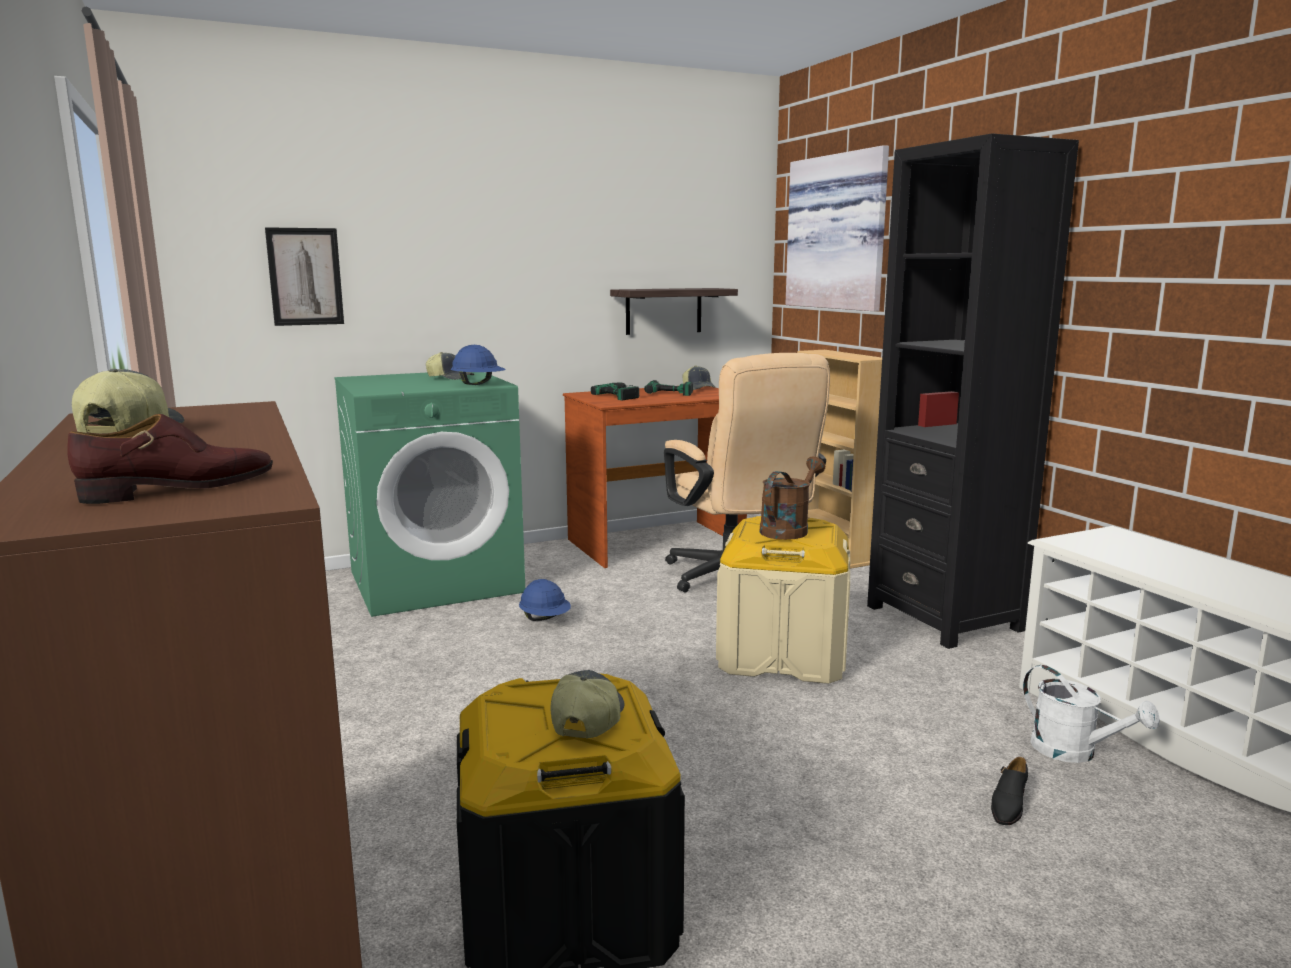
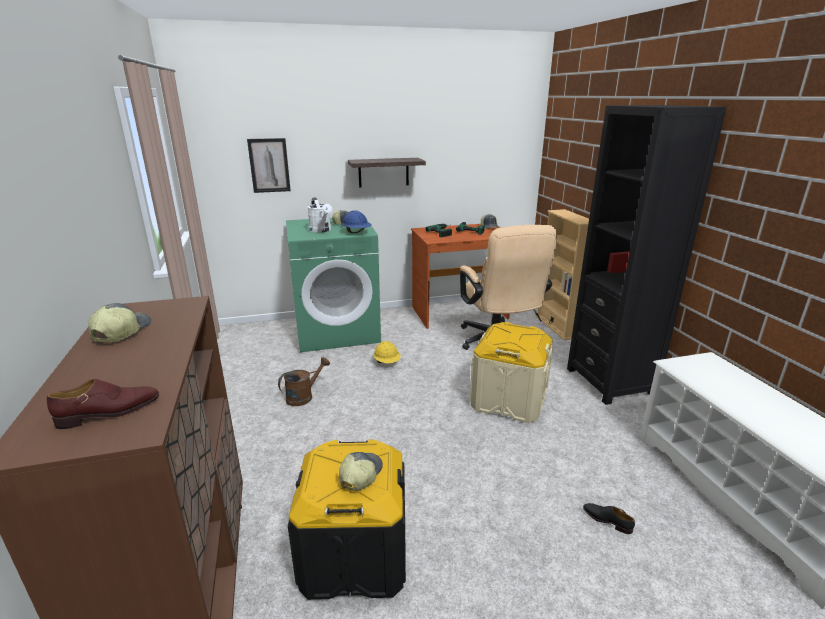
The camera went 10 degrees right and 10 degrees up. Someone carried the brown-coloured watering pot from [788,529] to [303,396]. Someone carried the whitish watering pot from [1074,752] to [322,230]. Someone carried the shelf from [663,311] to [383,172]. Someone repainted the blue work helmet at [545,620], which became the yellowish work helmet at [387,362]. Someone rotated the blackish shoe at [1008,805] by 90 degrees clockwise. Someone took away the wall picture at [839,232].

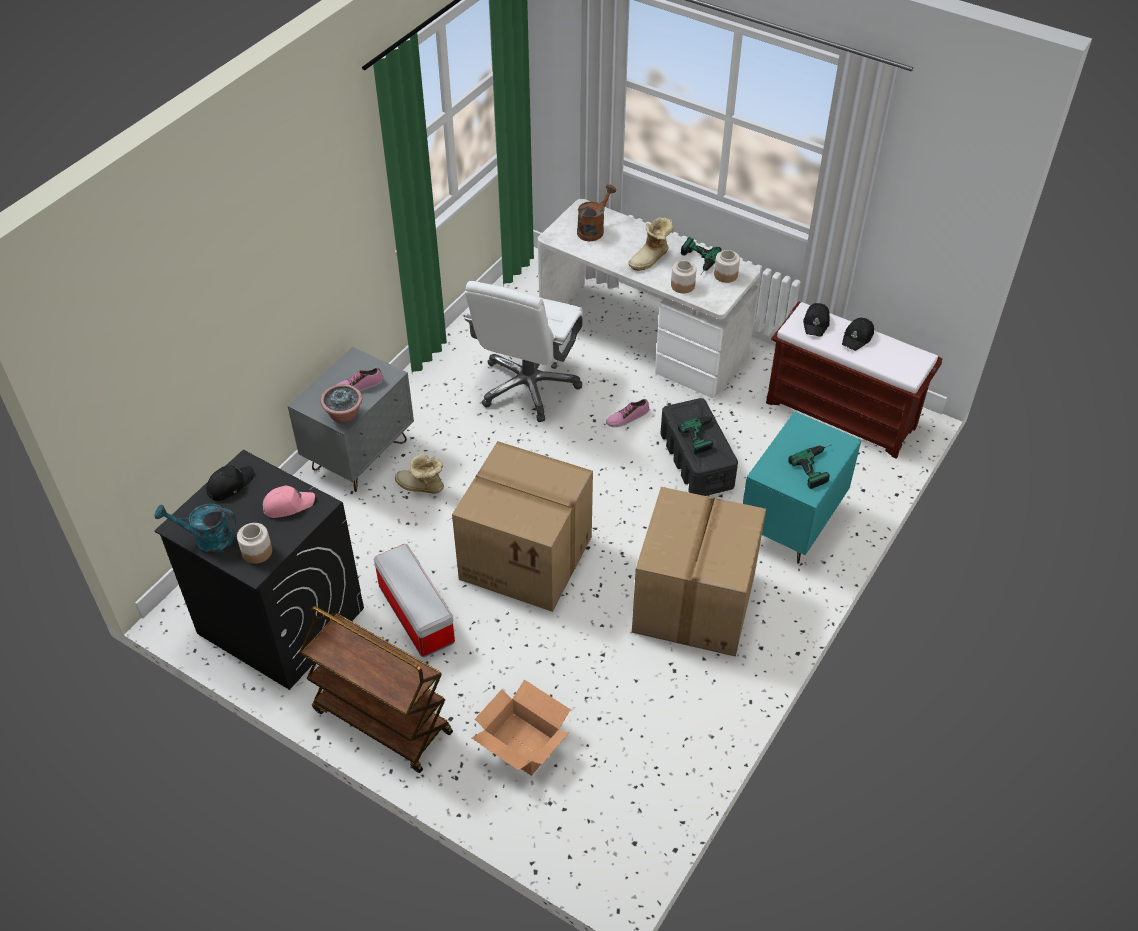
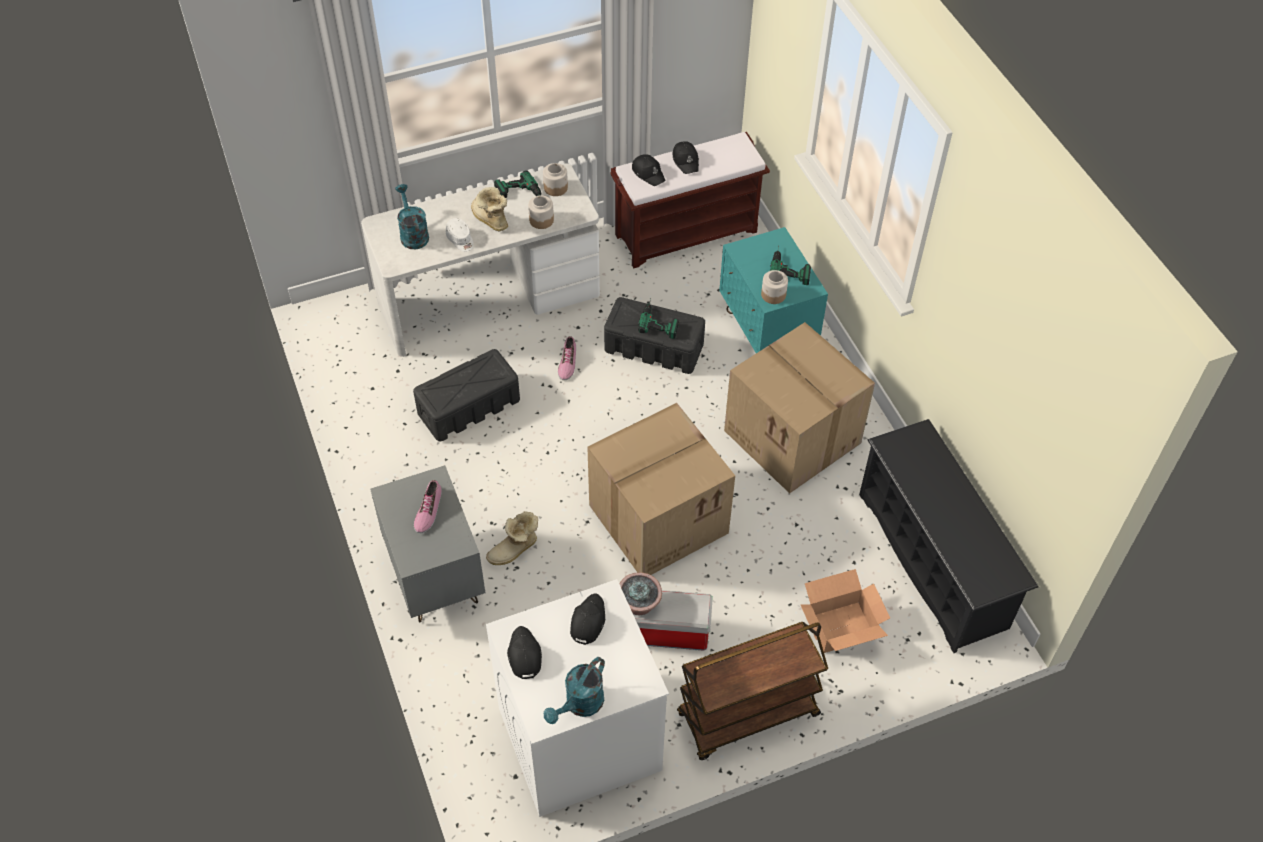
The camera went 55 degrees left and 5 degrees up. Someone repainted the brown-coloured watering pot at [593,229], which became the blue-green watering pot at [412,234]. Someone swapped the whitish office chair at [528,386] for the blackish storage container at [468,407]. Someone put down the whitish cap at [460,240]. Someone rotated the tall boot at [651,259] by 150 degrees clockwise. Someone repainted the blackish laundry appliance at [280,620], which became the whitish laundry appliance at [578,740]. Someone repainted the pinkish cap at [288,505], which became the blackish cap at [587,621]. Someone carried the houseplant from [344,416] to [639,605]. Someone carried the storage jar from [256,552] to [773,295]. Someone put down the blackish shoe stand at [932,561].

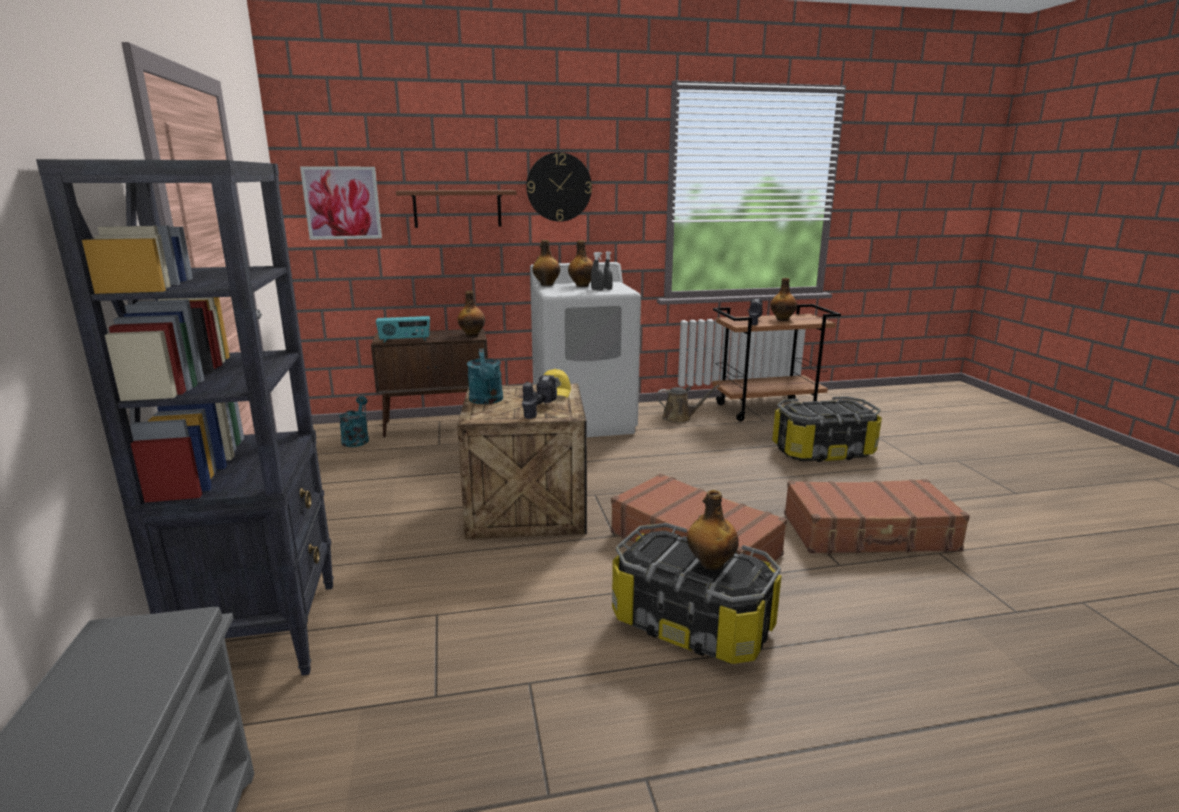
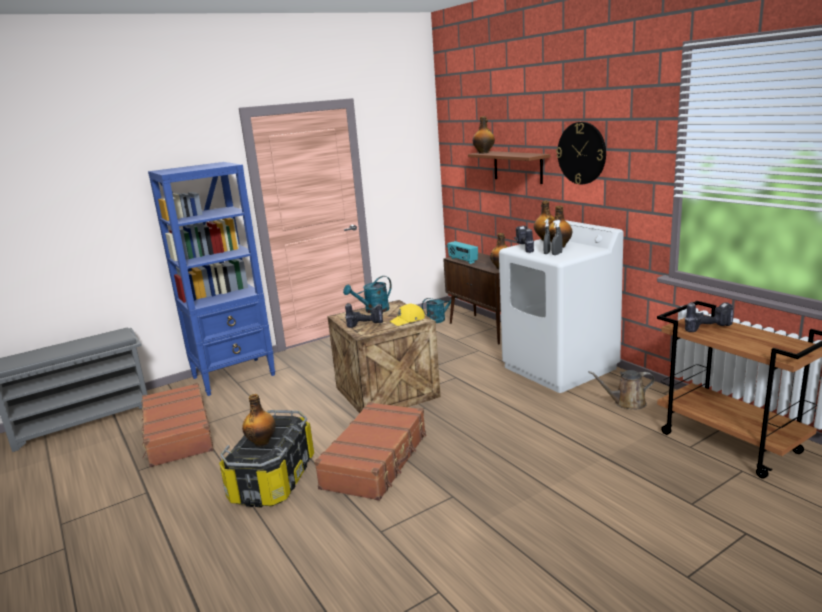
The camera went 70 degrees right and 0 degrees up. Someone carried the brown-coloured suitcase from [869,533] to [177,434]. Someone repainted the blackish bookcase at [264,631], which became the blue bookcase at [234,376]. Someone carried the bottle from [782,319] to [484,152]. Someone put down the drill at [524,248]. Someone rotated the brown-coloured watering pot at [680,418] by 105 degrees clockwise. Someone took away the wall picture at [342,203]. Someone took away the storage container at [822,451].

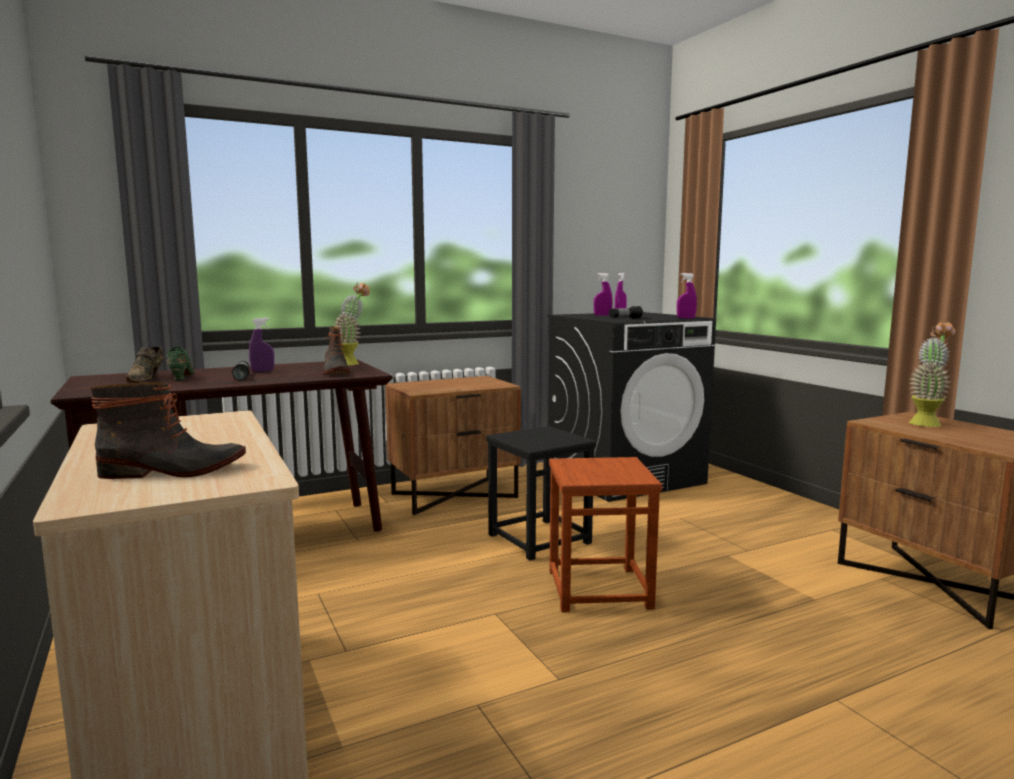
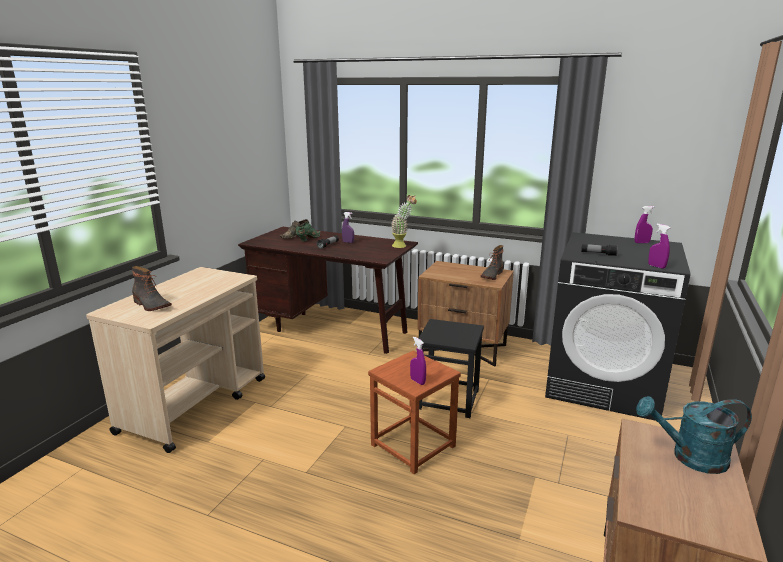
The camera went 50 degrees right and 10 degrees up. Someone carried the purple sprayer from [602,315] to [417,381]. Someone carried the tall boot from [335,372] to [491,275]. Someone swapped the houseplant at [926,423] for the blue-green watering pot at [690,458].

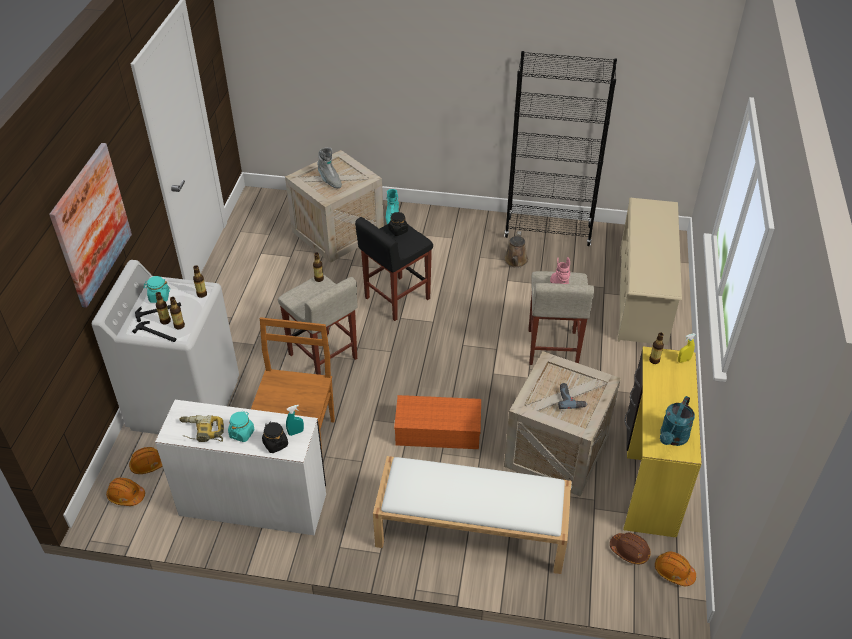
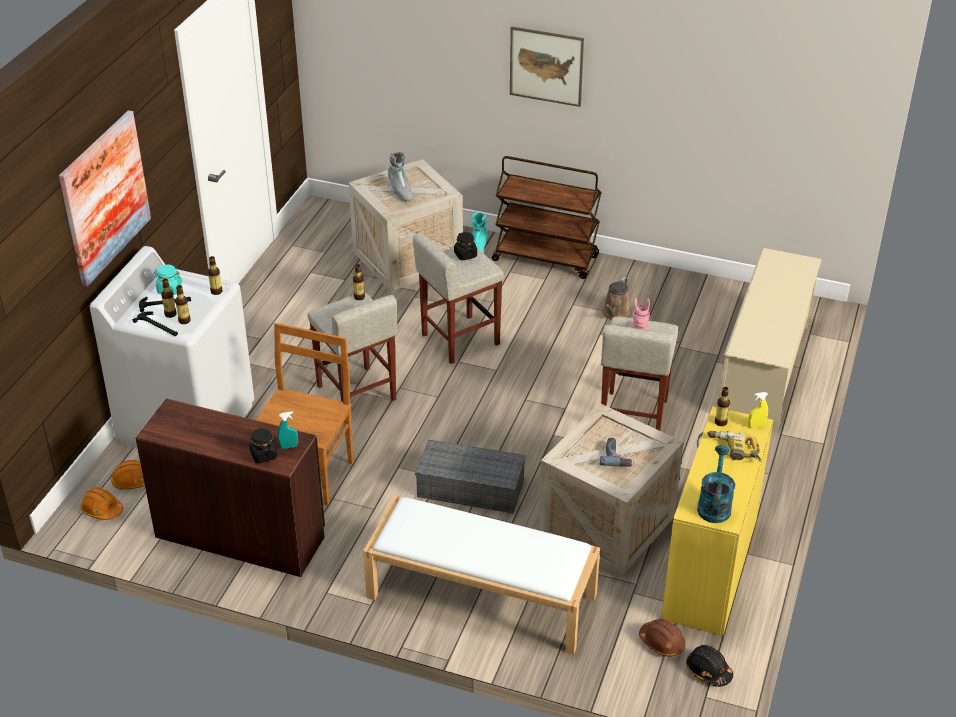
The camera went 10 degrees right and 5 degrees down. Someone repainted the whitish desk at [253,503], which became the brown-coloured desk at [240,535]. Someone repainted the blackish sitting stool at [396,298], which became the beige sitting stool at [459,339]. Someone repainted the orange-coloured storage container at [436,431], which became the greyish storage container at [469,488]. Someone put down the brown-coloured trolley at [546,258]. Someone put up the wall picture at [546,66]. Someone repainted the orange-coloured work helmet at [673,572], which became the blackish work helmet at [708,671]. Someone rotated the blue-green watering pot at [672,438] by 150 degrees clockwise. Someone carried the drill from [202,432] to [733,450]. Someone took away the blue-green storage jar at [242,433]. Someone took away the blackish bookcase at [548,231].

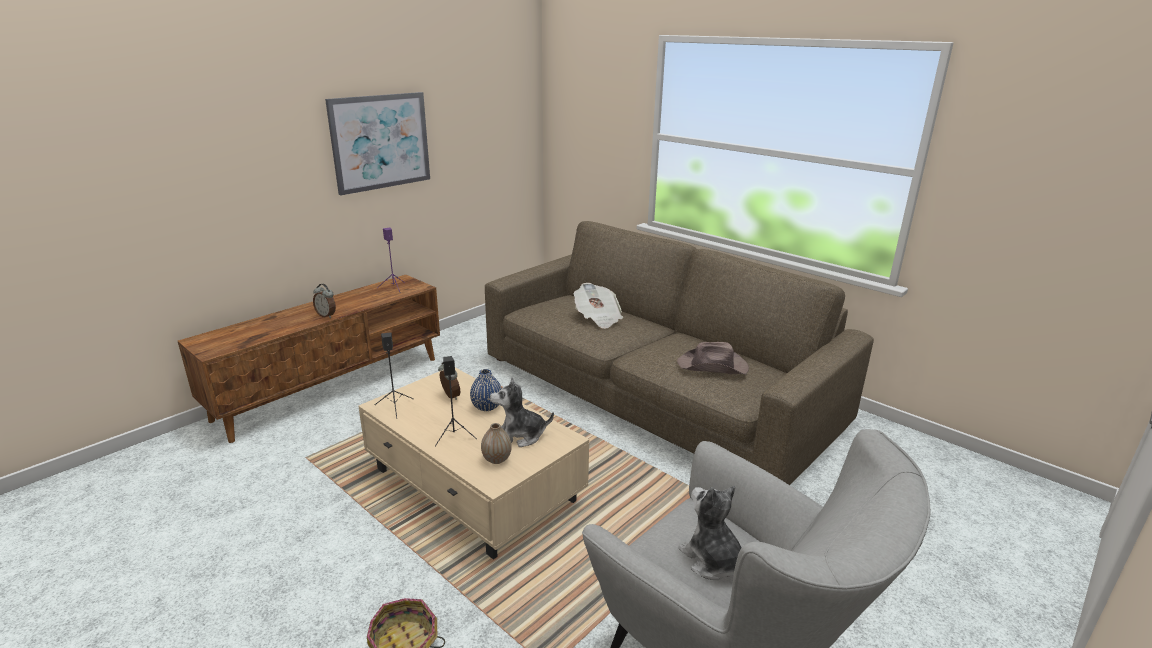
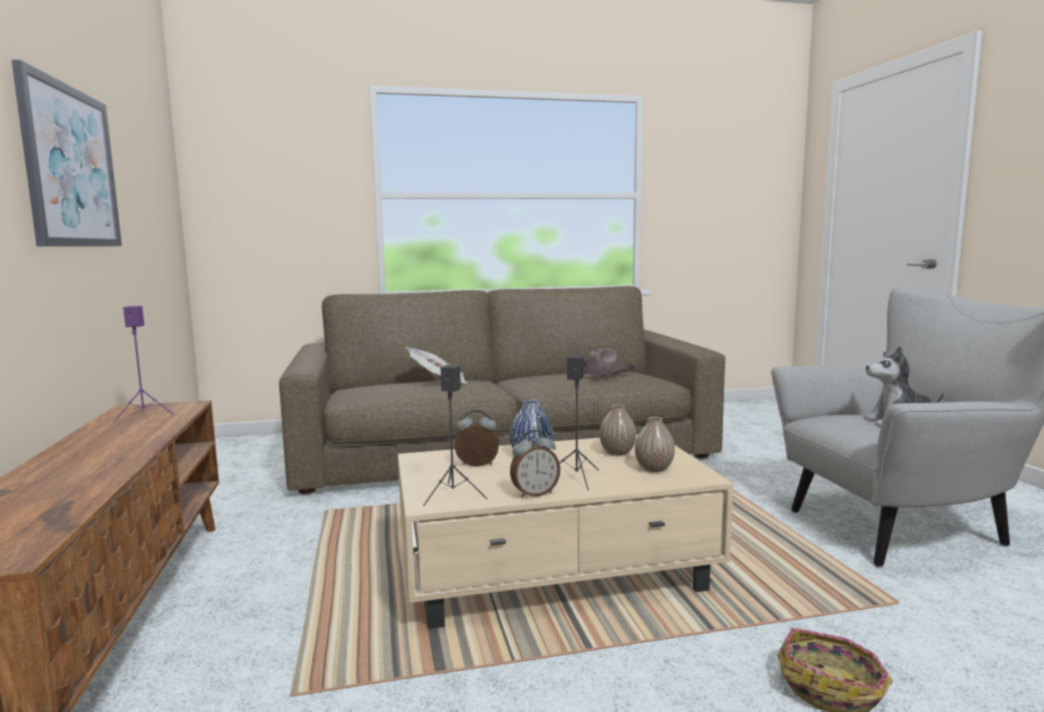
The camera went 55 degrees left and 15 degrees down. Someone carried the alarm clock from [326,315] to [534,493]. Someone swapped the soft toy at [520,436] for the flower vase at [617,453].

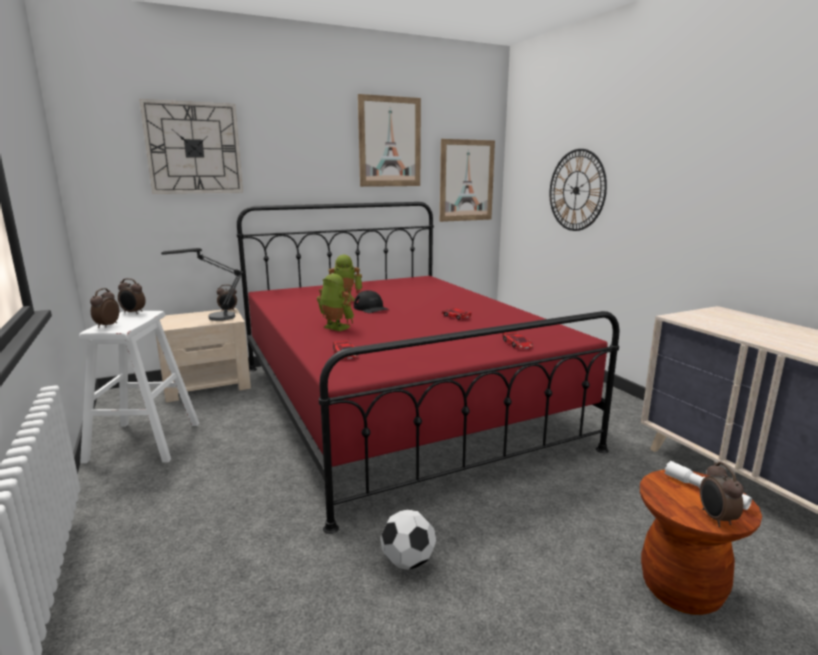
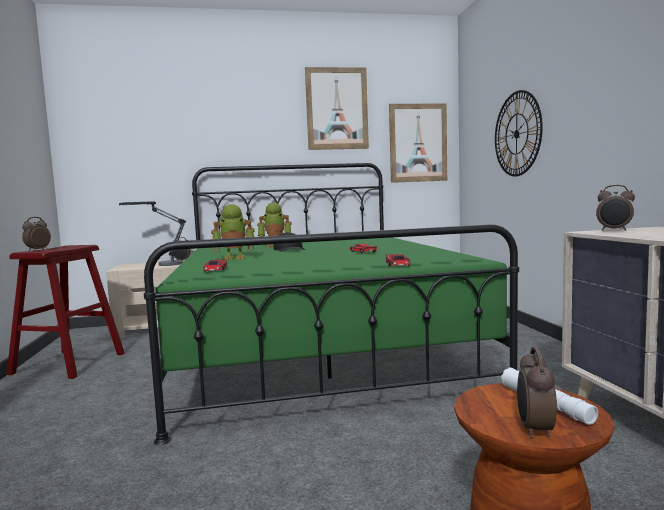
The camera went 15 degrees right and 10 degrees down. Someone repainted the whitish sitting stool at [144,442], which became the red sitting stool at [68,363]. Someone repainted the red bedroom bed at [397,403], which became the green bedroom bed at [314,347]. Someone rotated the robot figure at [335,328] by 120 degrees clockwise. Someone carried the alarm clock from [133,312] to [614,230]. Someone took away the hanging clock at [194,148]. Someone took away the football ball at [408,561].

